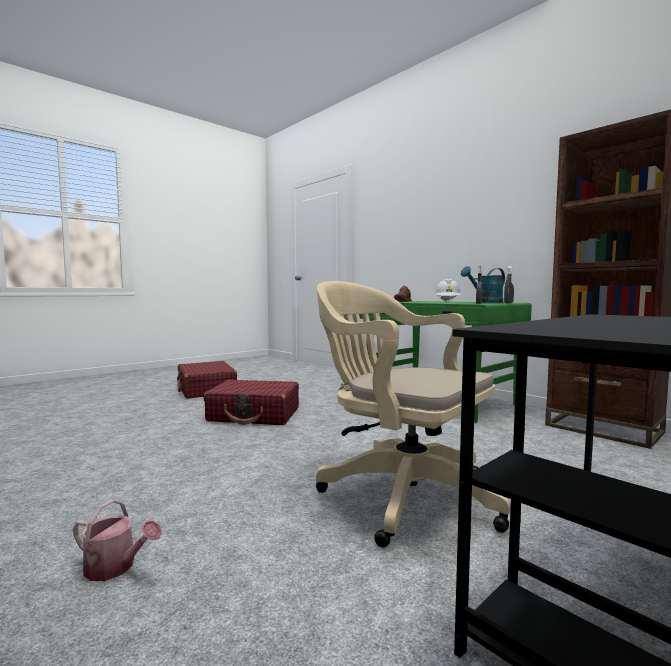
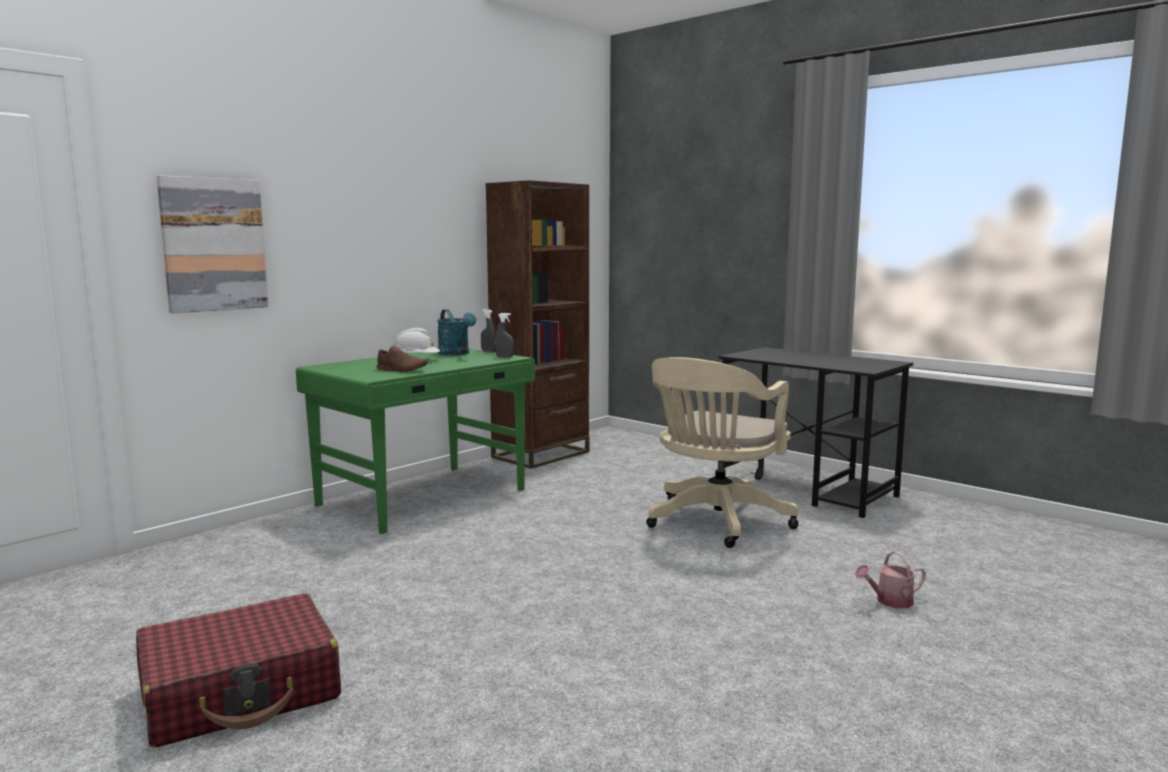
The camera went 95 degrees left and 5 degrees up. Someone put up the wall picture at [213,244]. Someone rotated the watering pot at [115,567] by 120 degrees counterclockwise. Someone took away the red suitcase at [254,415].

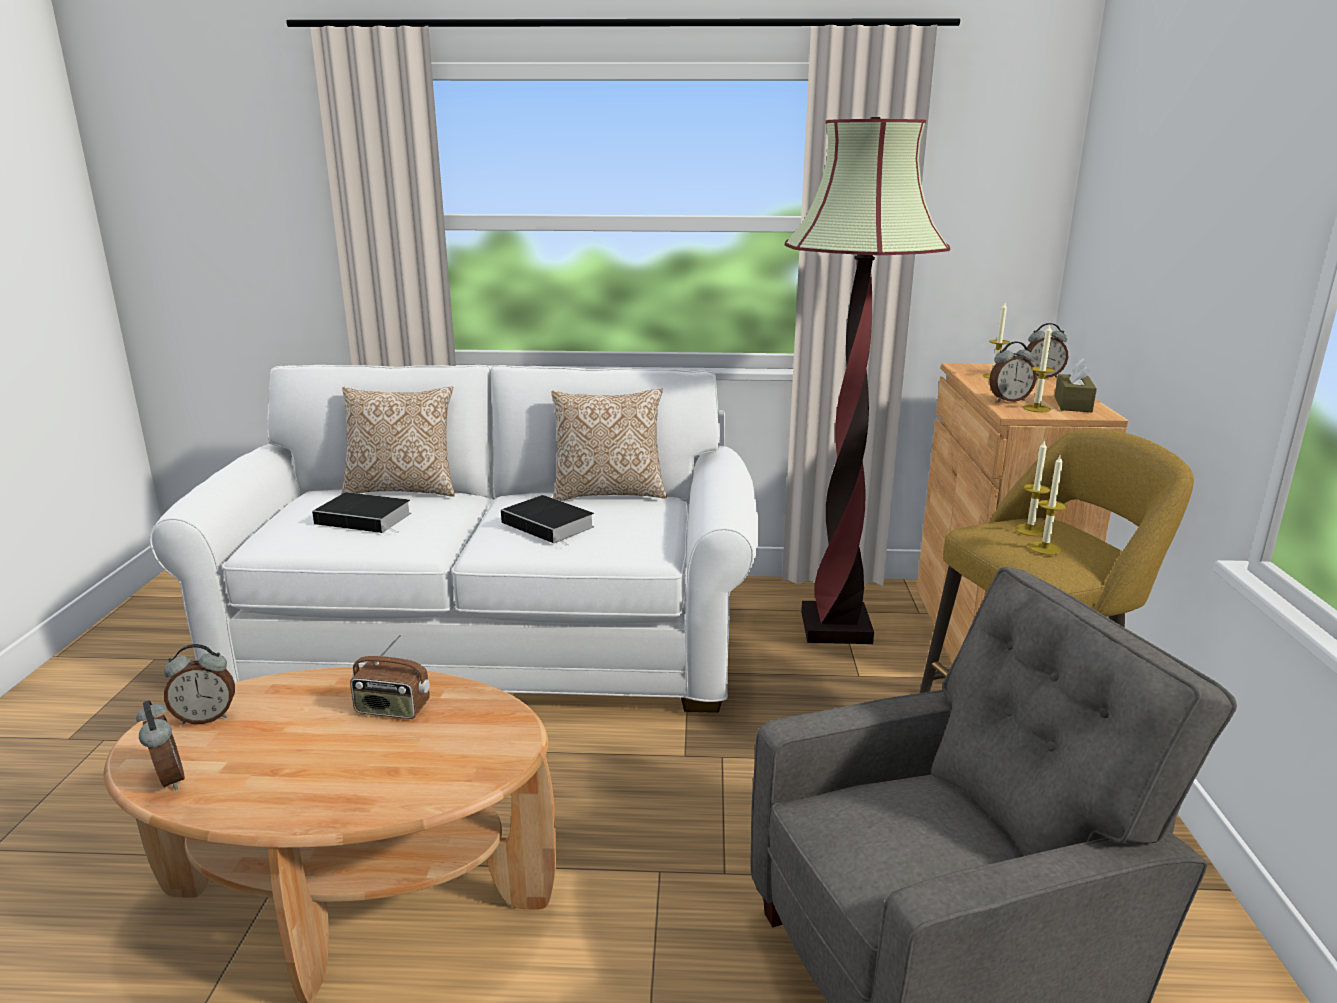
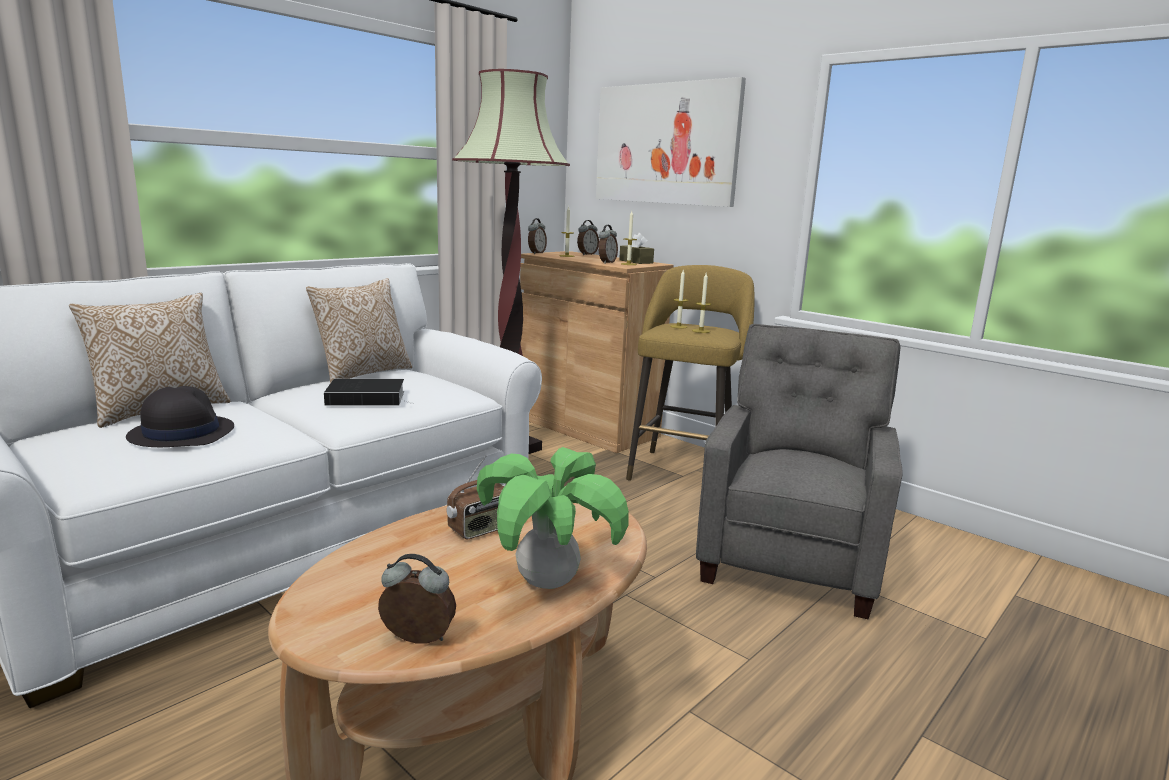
The camera went 50 degrees left and 5 degrees down. Someone swapped the bound book at [366,518] for the blackish clothing hat at [181,433]. Someone put down the houseplant at [548,583]. Someone carried the alarm clock from [206,717] to [536,253]. Someone put up the wall picture at [665,144].

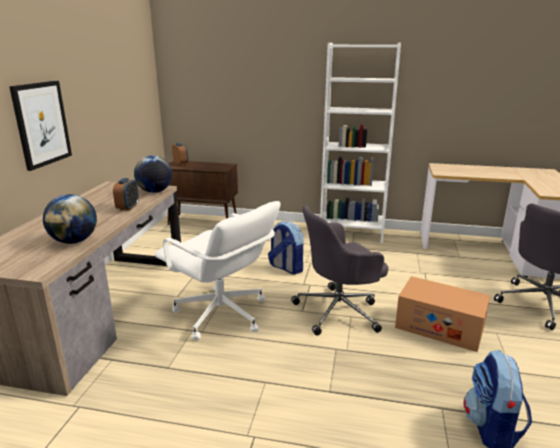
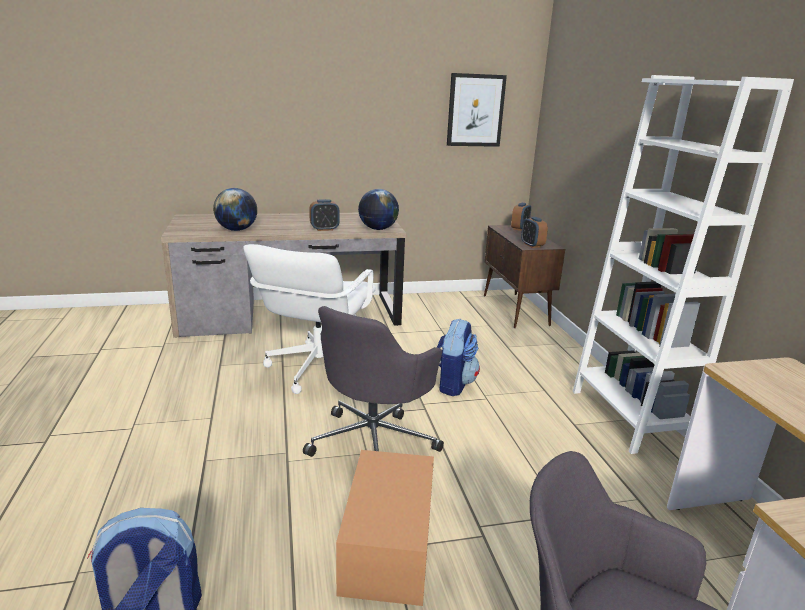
The camera went 65 degrees right and 0 degrees up. Someone rotated the greyish office chair at [339,311] by 105 degrees counterclockwise. Someone carried the wall picture from [41,124] to [475,110]. Someone put down the alarm clock at [532,245].

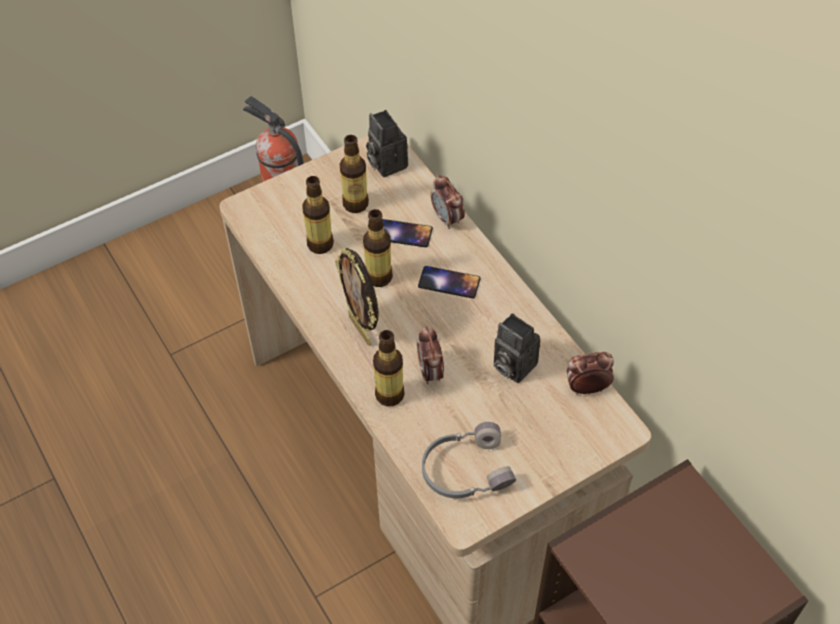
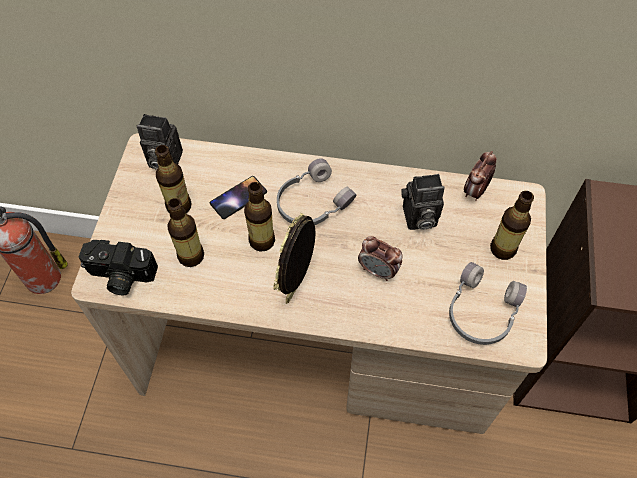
The camera went 50 degrees left and 5 degrees up. Someone put down the photo camera at [120,276]. Someone rotated the standing frame at [361,329] by 105 degrees clockwise. Someone swapped the telephone at [449,282] for the greyish headset at [311,202]. Someone carried the bottle from [389,395] to [502,249]. Someone took away the alarm clock at [447,219].

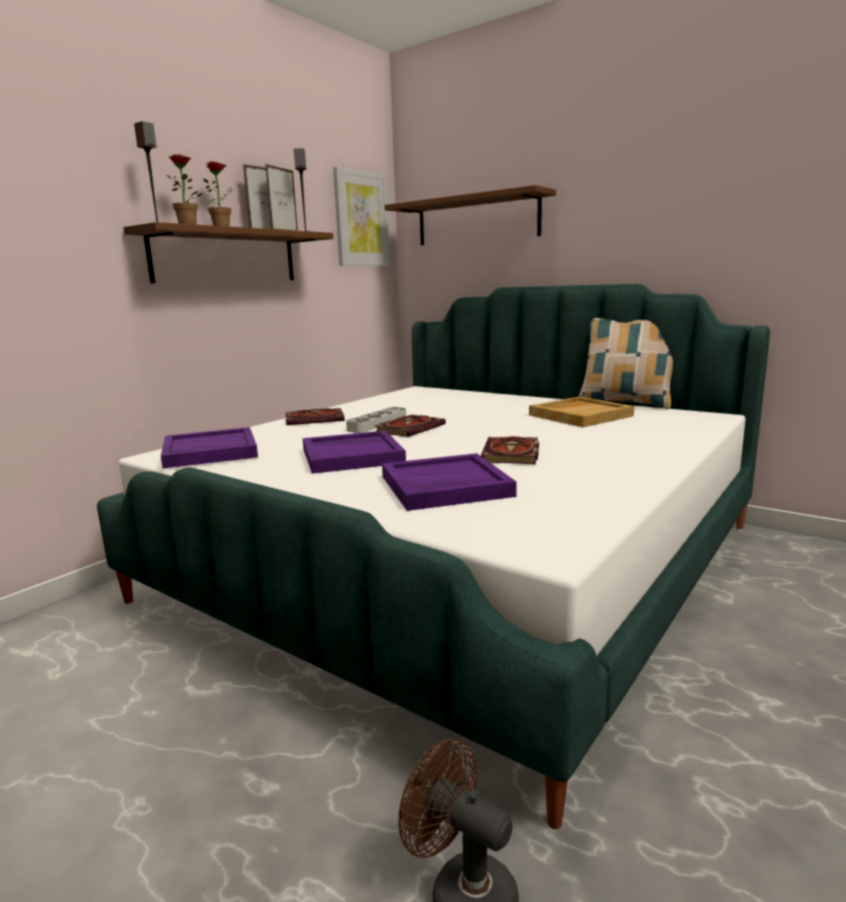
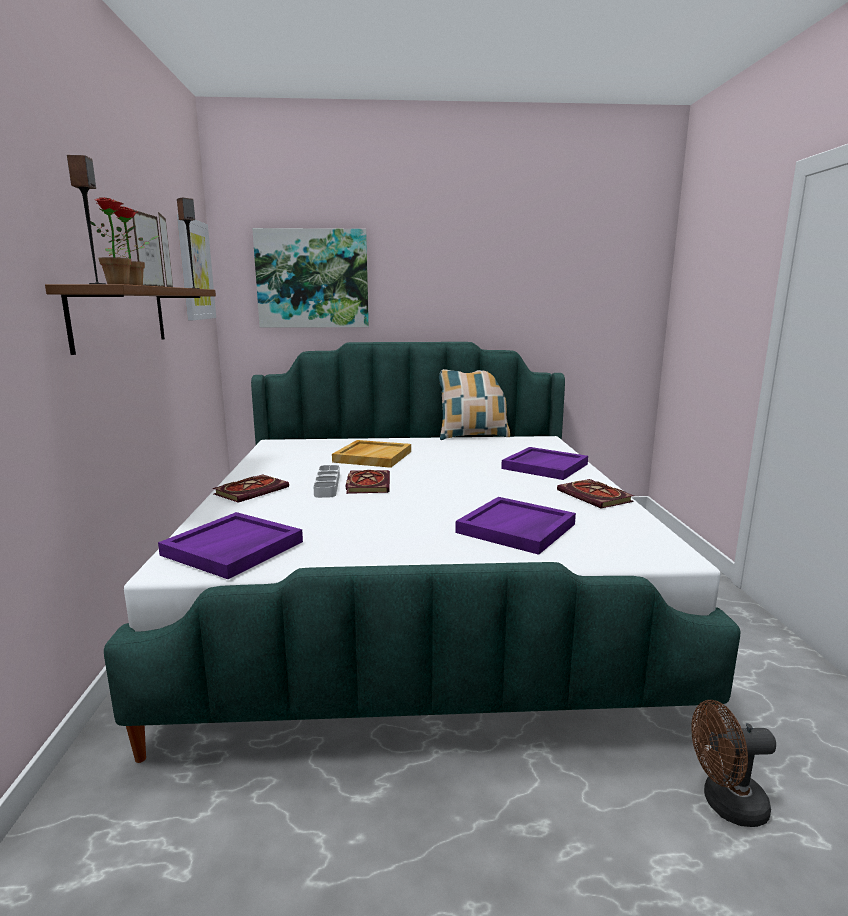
The camera went 40 degrees left and 0 degrees up. Someone swapped the brown-coloured shelf at [477,220] for the wall picture at [312,279]. Someone carried the beige serving tray from [580,415] to [372,456]. Someone carried the purple serving tray from [353,456] to [544,466]. Someone carried the bound book from [512,454] to [596,497].

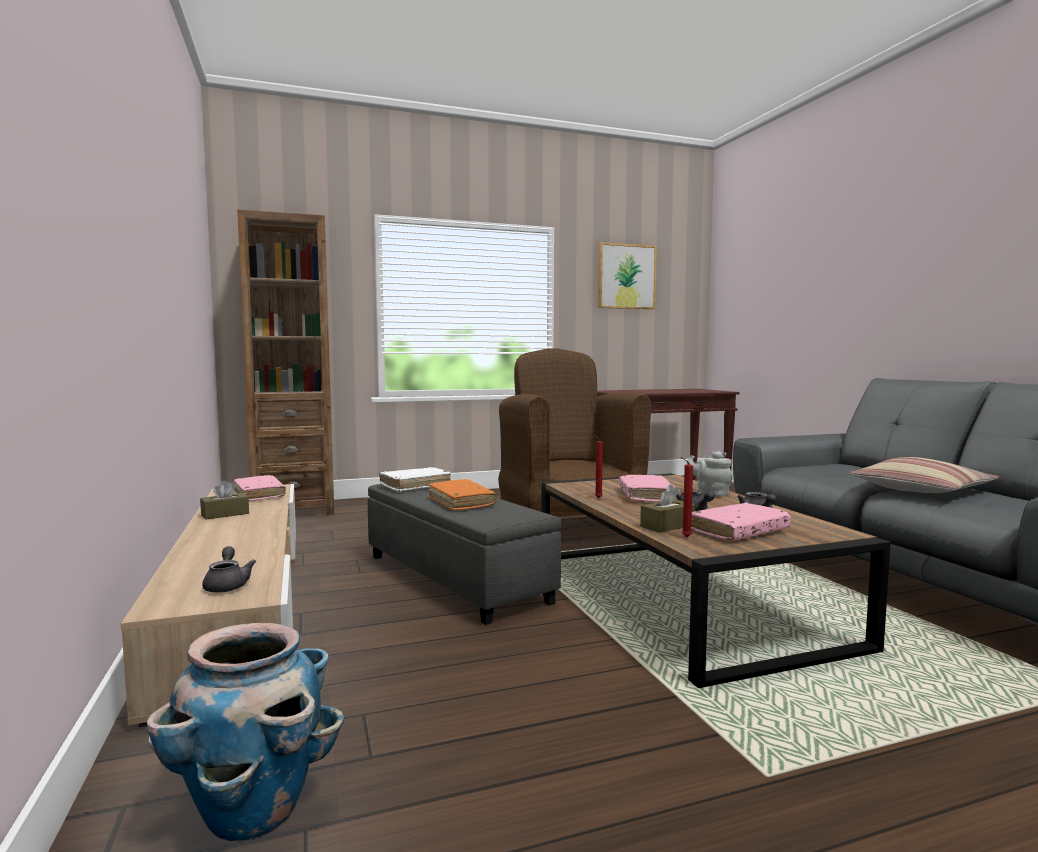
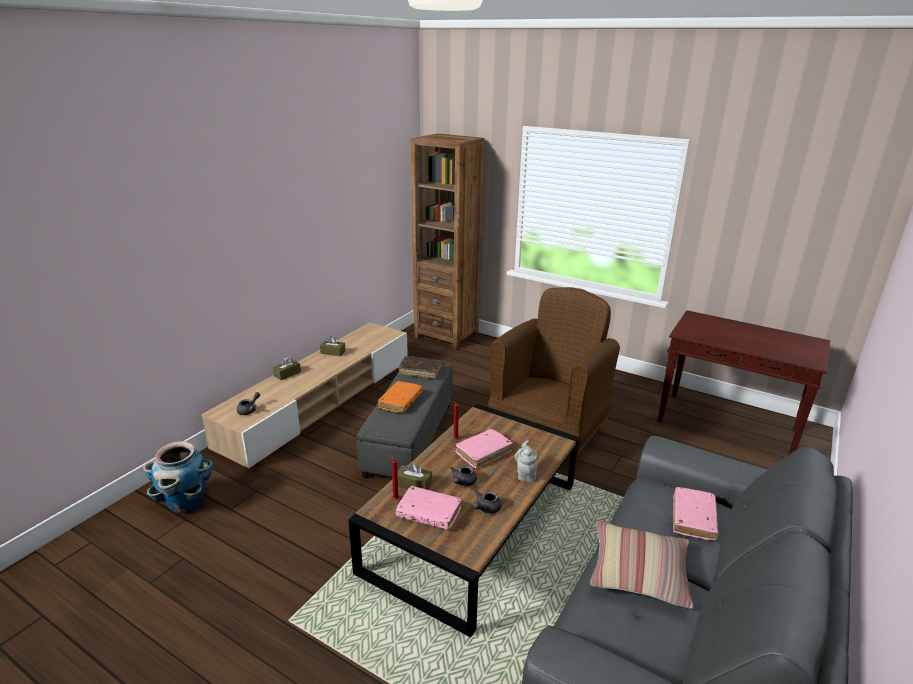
The camera went 50 degrees right and 20 degrees up. Someone put down the brown-coloured box of tissues at [287,374]. Someone repainted the whitish bound book at [415,486], which became the brown-coloured bound book at [420,371]. Someone carried the pinkish bound book from [259,495] to [693,518]. Someone took away the wall picture at [626,276].

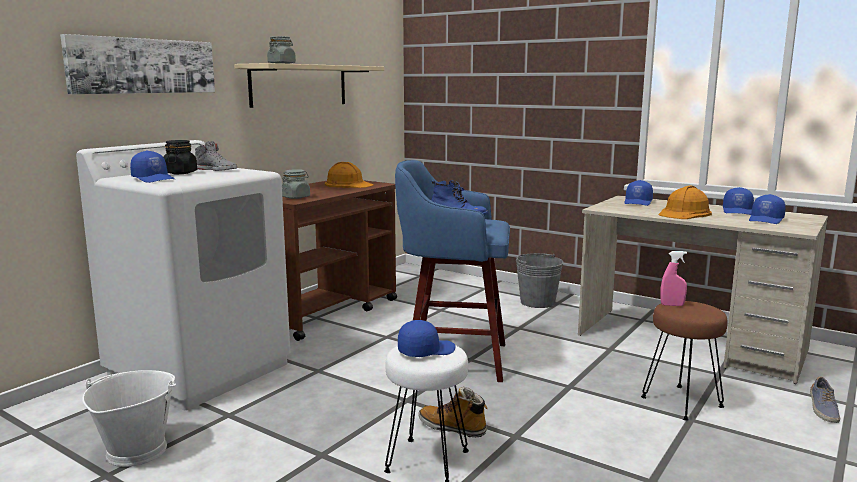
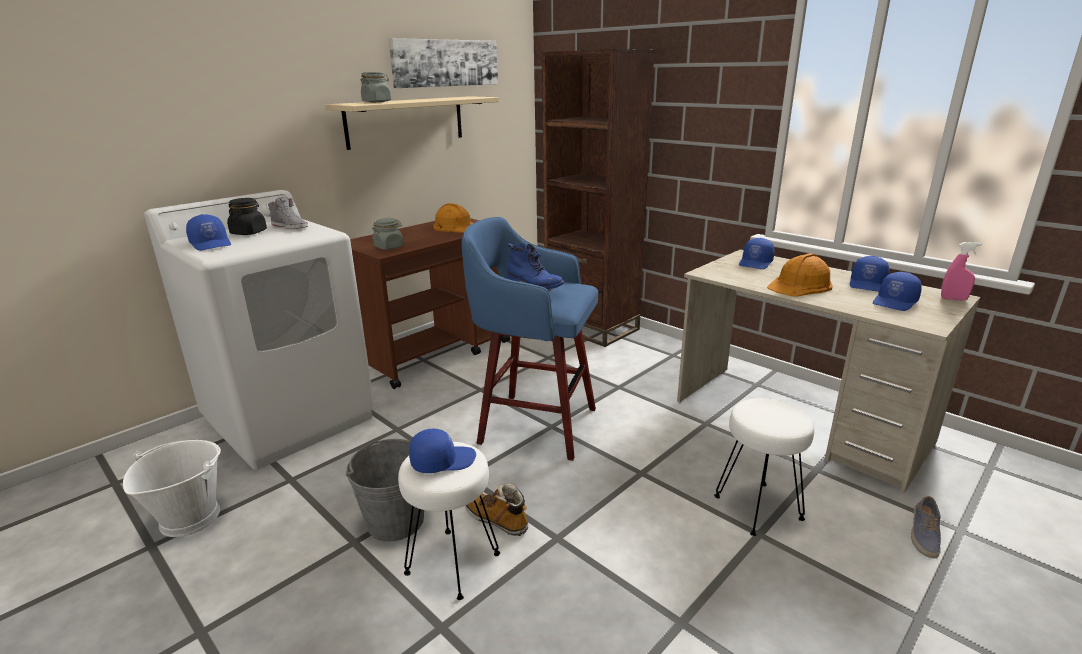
The camera went 10 degrees right and 10 degrees up. Someone carried the greyish pail from [537,302] to [395,521]. Someone carried the wall picture from [143,66] to [445,63]. Someone put down the brown-coloured bookcase at [591,327]. Someone repainted the brown-coloured sitting stool at [681,402], which became the whitish sitting stool at [757,508]. Someone carried the pinkish sprayer from [672,305] to [953,299].

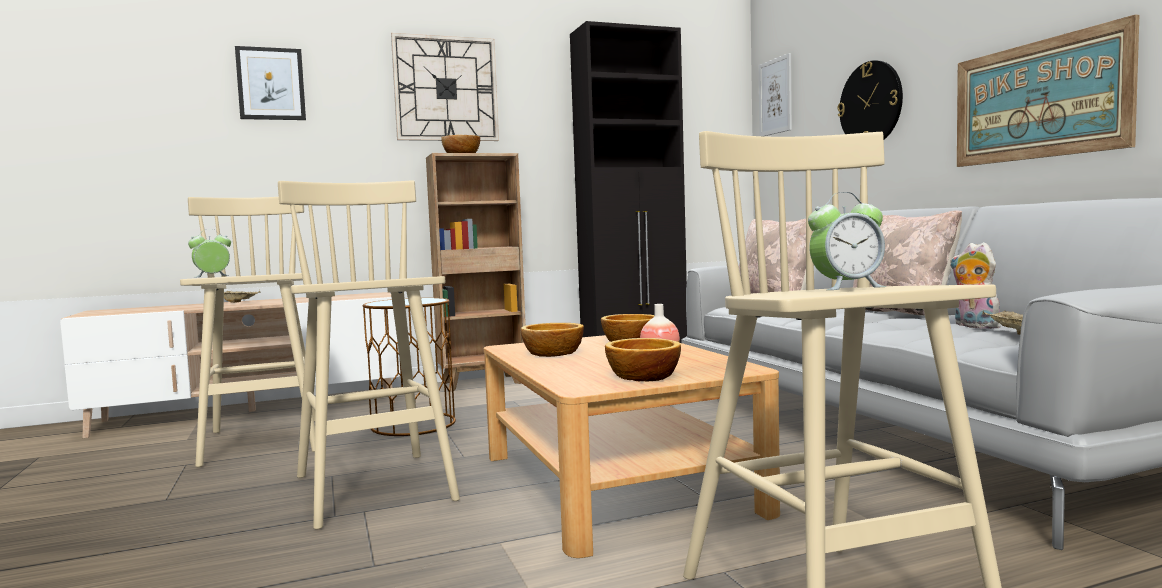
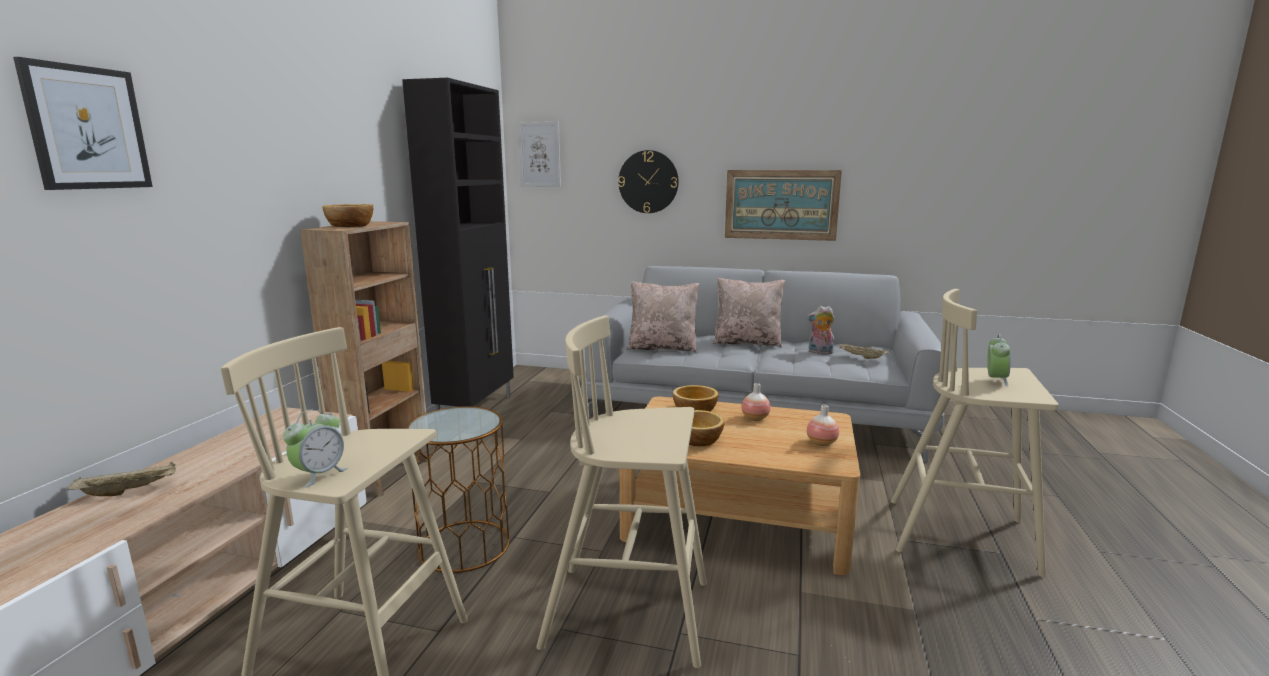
The camera went 55 degrees left and 10 degrees up. Someone rotated the alarm clock at [212,276] by 150 degrees counterclockwise. Someone swapped the bowl at [642,376] for the flower vase at [821,443]. Someone took away the hanging clock at [446,89].

